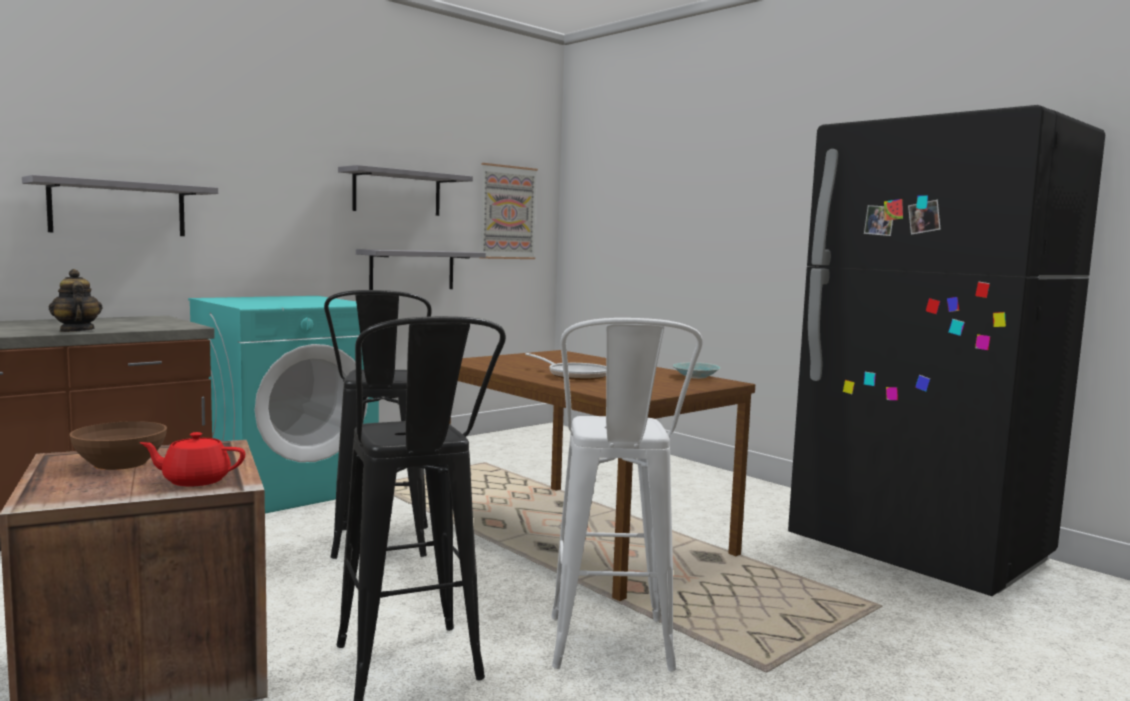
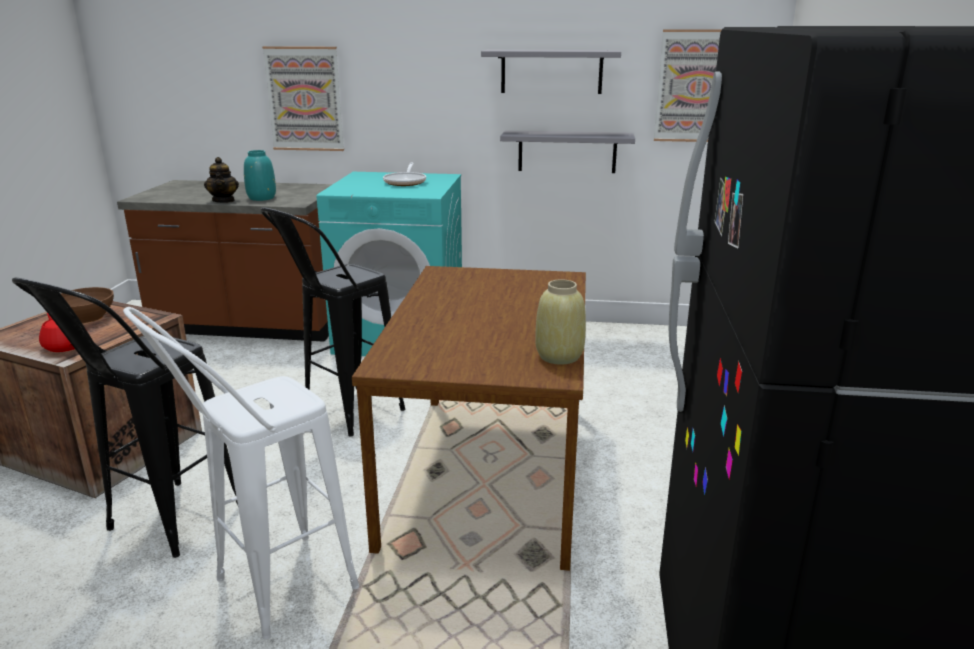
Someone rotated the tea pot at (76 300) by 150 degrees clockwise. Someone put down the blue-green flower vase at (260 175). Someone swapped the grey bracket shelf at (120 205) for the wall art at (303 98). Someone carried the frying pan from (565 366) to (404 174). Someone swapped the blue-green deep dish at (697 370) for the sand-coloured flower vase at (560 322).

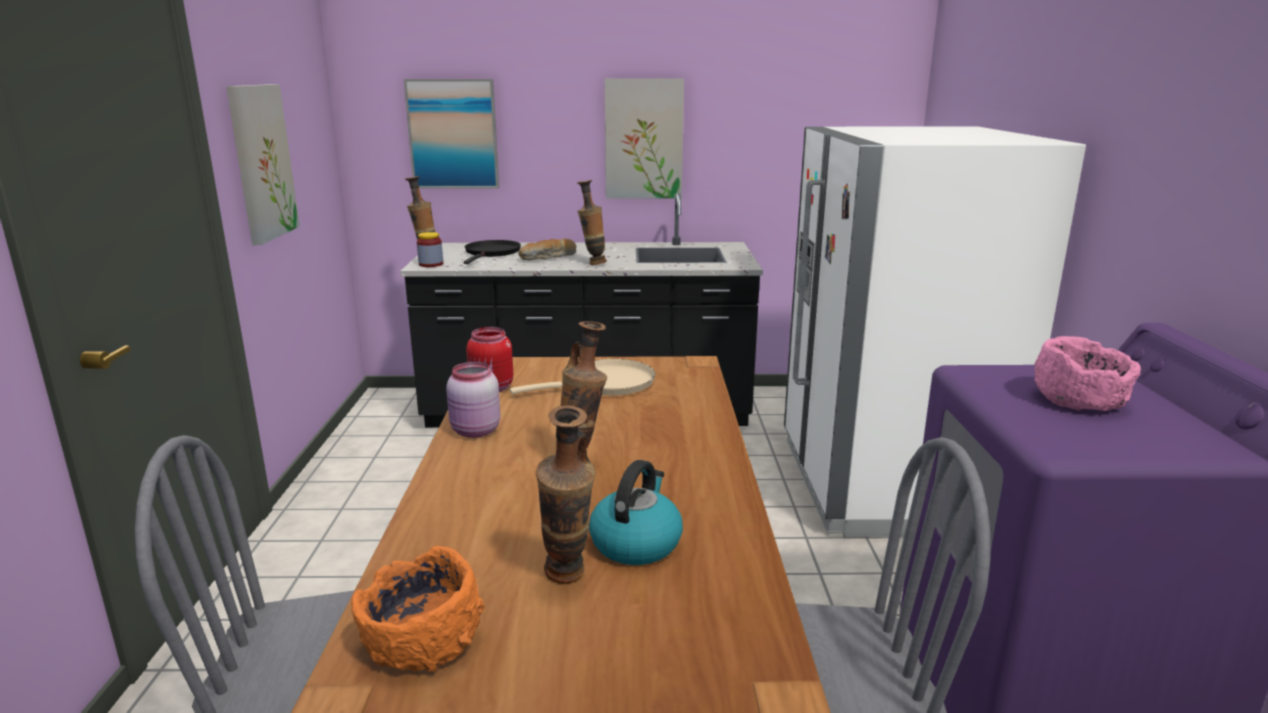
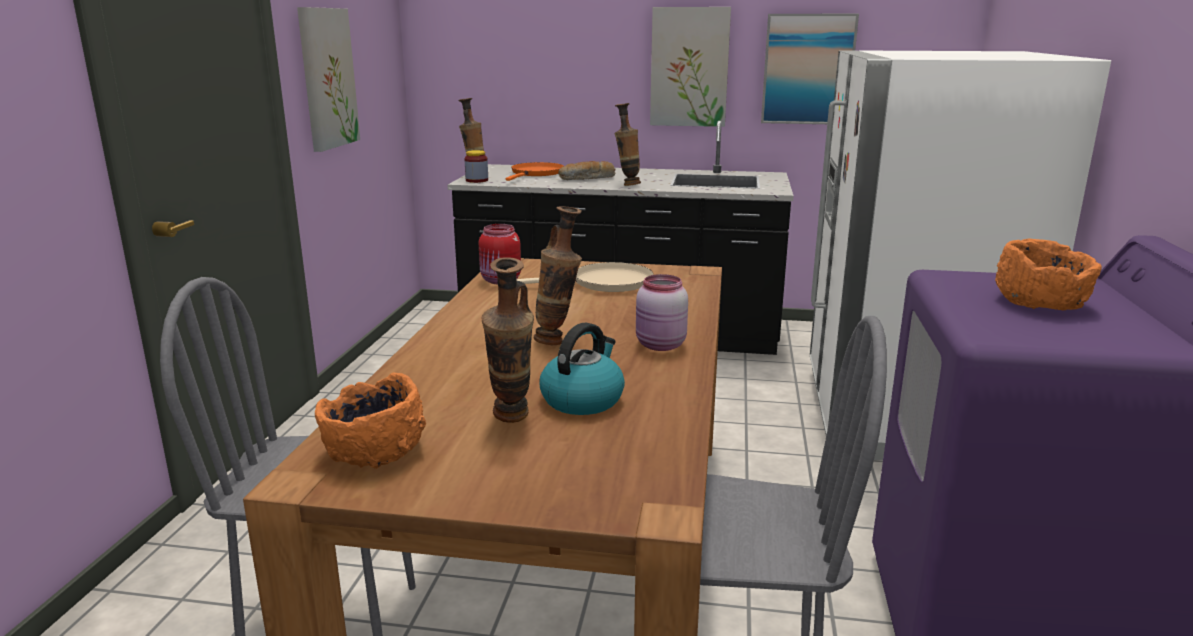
Someone repainted the black-coloured frying pan at (492 252), which became the orangey frying pan at (535 171). Someone carried the pinkish storage jar from (473 400) to (662 312). Someone carried the wall art from (451 134) to (810 69). Someone repainted the pinkish deep dish at (1087 373), which became the orangey deep dish at (1048 275).

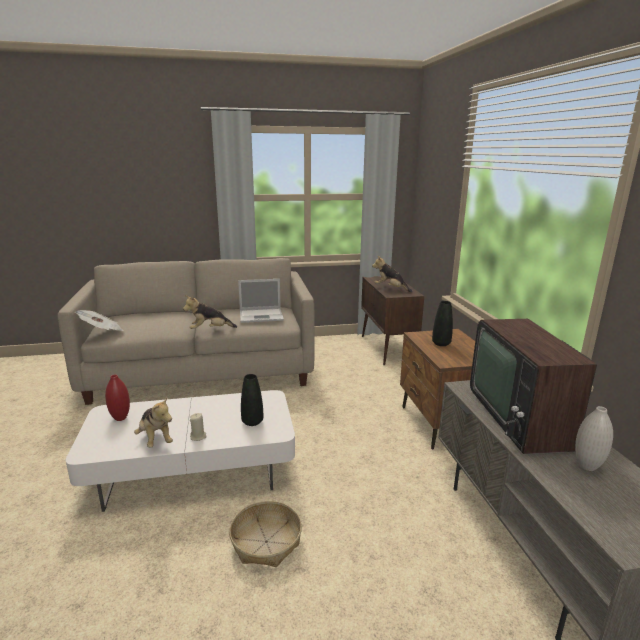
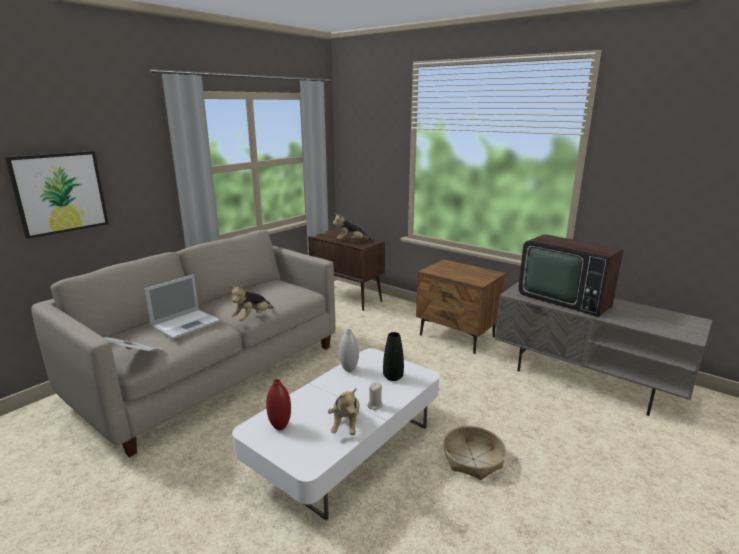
Someone put up the wall art at (57 195). Someone carried the portable computer from (261 301) to (182 306). Someone rotated the soft toy at (153 422) by 75 degrees clockwise. Someone carried the white flower vase from (594 438) to (349 350). Someone took away the black-coloured flower vase at (442 323).

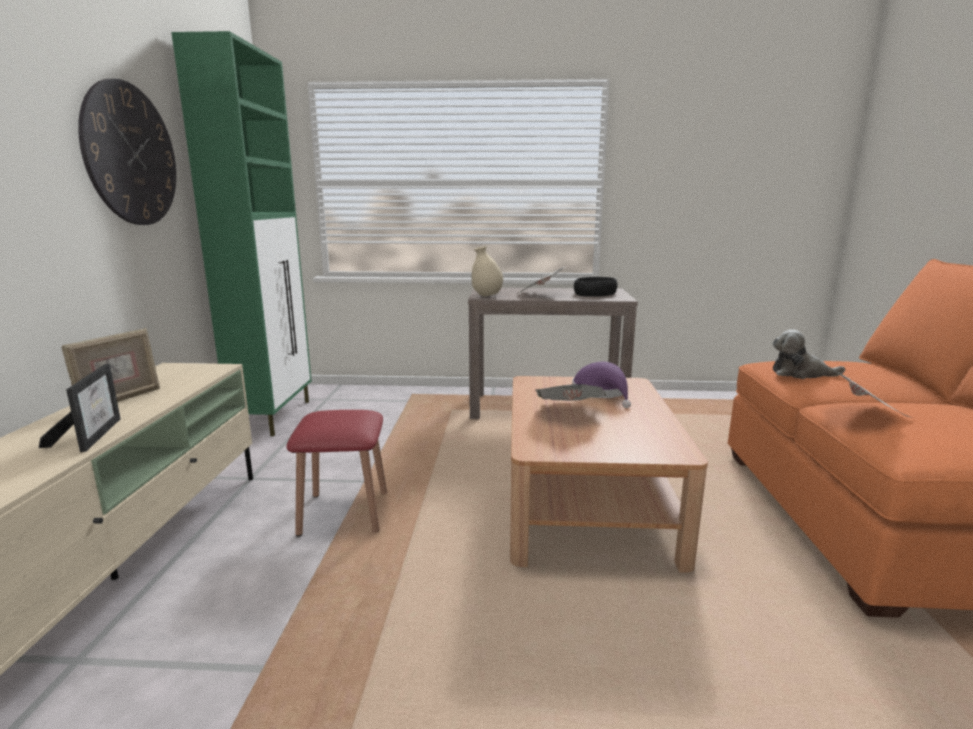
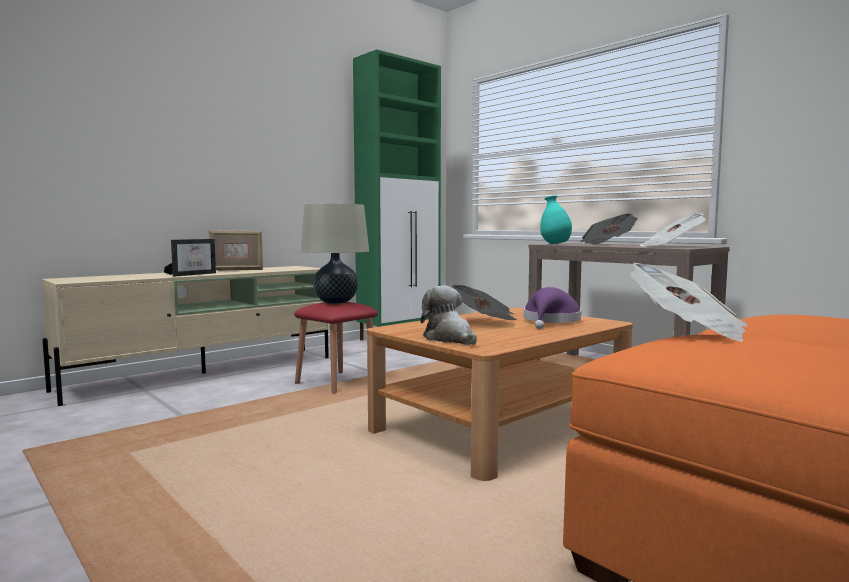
Someone put down the sand-coloured lamp for a table at (335 254). Someone carried the soft toy from (809 354) to (448 315). Someone repainted the sand-coloured flower vase at (487 271), which became the blue-green flower vase at (556 219). Someone swapped the black-coloured deep dish at (596 287) for the daily paper at (673 230). Someone took away the clock on the wall at (127 152).

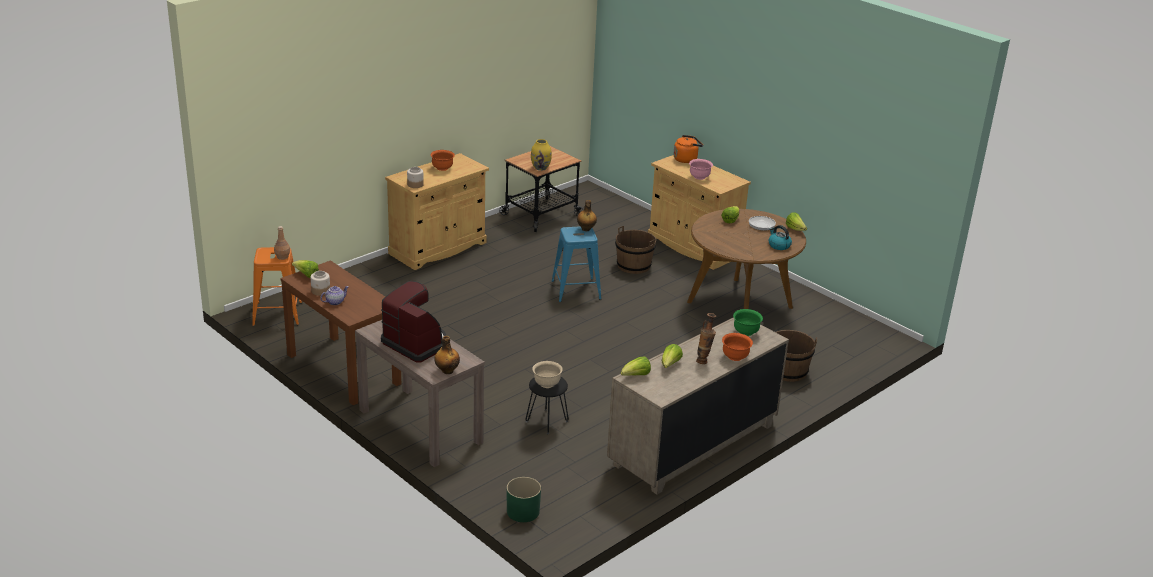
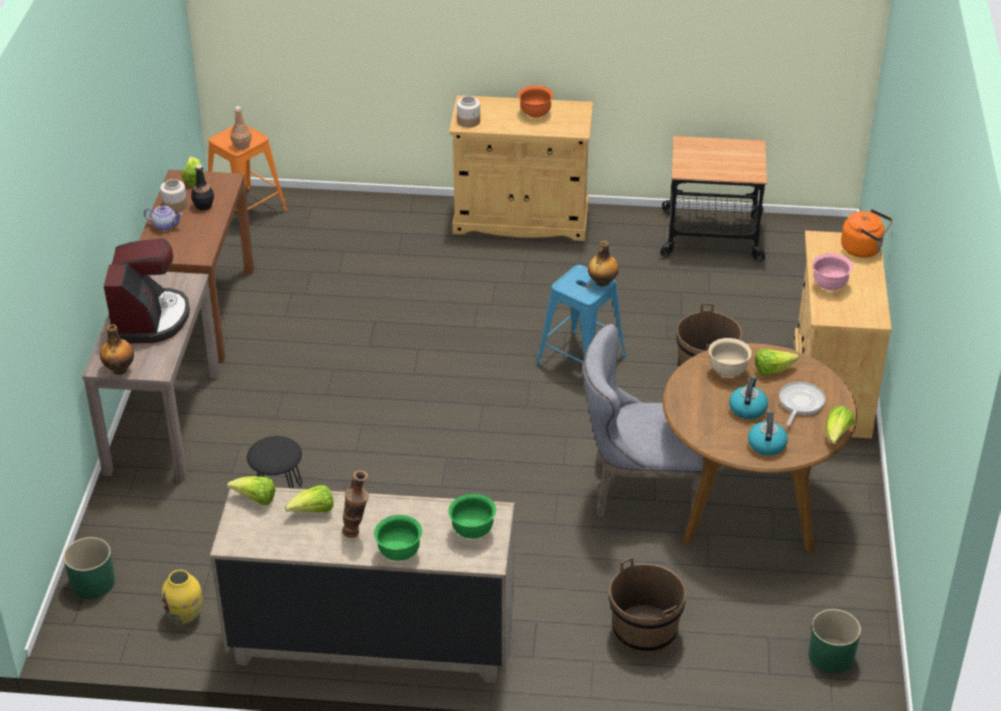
Someone carried the yellow-coloured flower vase from (541 155) to (182 597). Someone put down the black-coloured beverage bottle at (202 187). Someone repainted the orangey deep dish at (737 347), which became the green deep dish at (398 538). Someone put down the grey upright chair at (643 421). Someone carried the sand-coloured deep dish from (547 374) to (730 358). Someone put down the tea kettle at (748 398). Someone put down the green flower pot at (834 641).

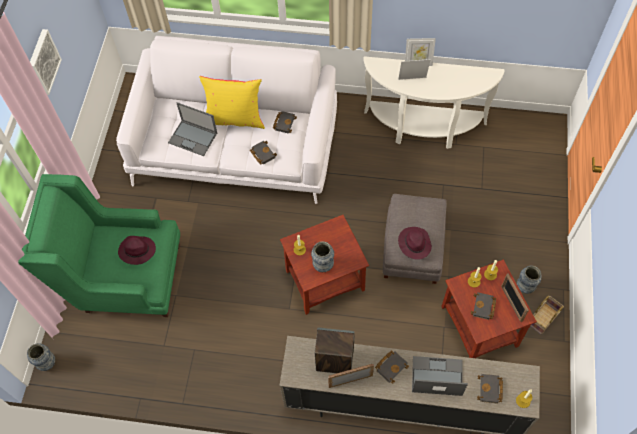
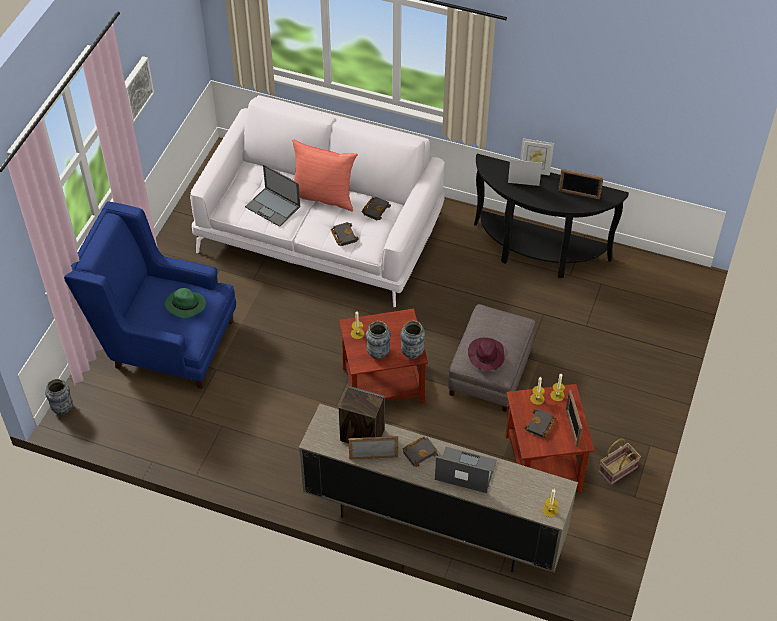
Someone repainted the green easy chair at (99 245), which became the blue-coloured easy chair at (150 295). Someone repainted the purple-coloured wearable hat at (137 250), which became the green wearable hat at (185 303). Someone repainted the yellow-coloured cushion at (232 102), which became the red cushion at (325 176). Someone carried the flower vase from (529 280) to (412 340). Someone repainted the white narrow table at (434 102), which became the black-coloured narrow table at (551 216). Someone put down the standing frame at (581 184). Someone took away the black-coloured book at (490 389).

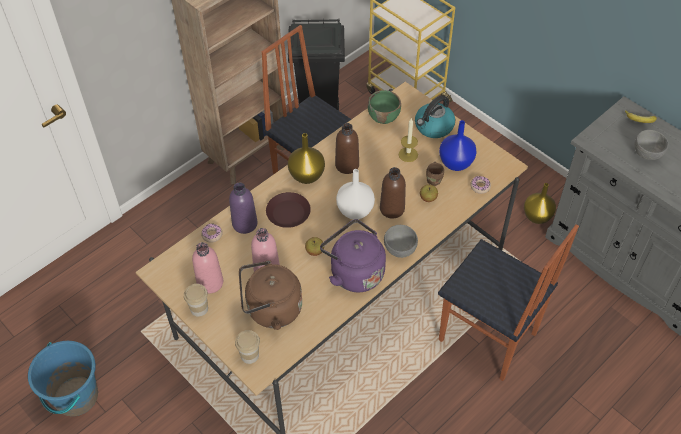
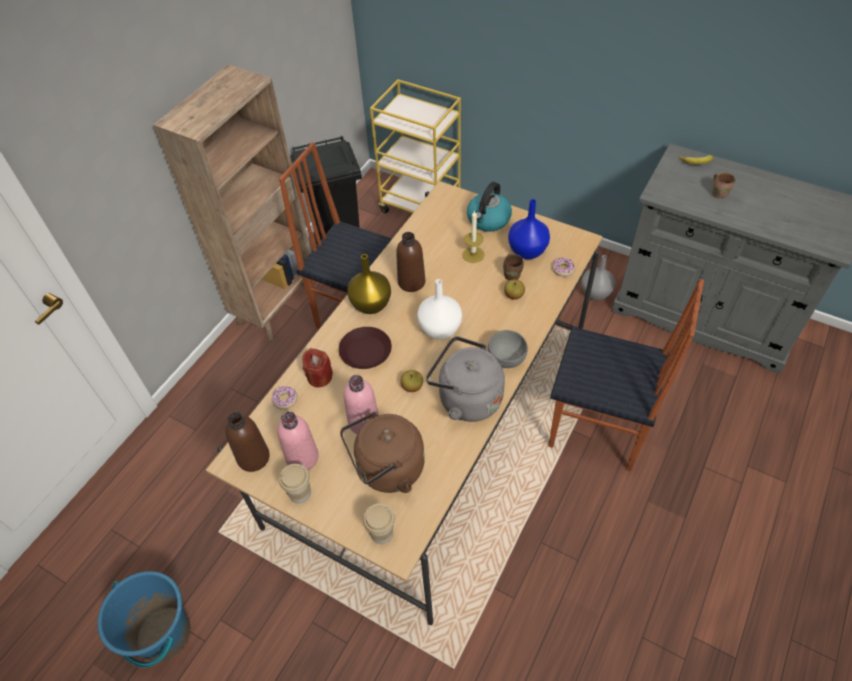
Someone carried the brown beverage bottle from (393 193) to (247 442). Someone swapped the purple-coloured beverage bottle at (243 208) for the red candle at (317 367). Someone repainted the purple-coloured tea kettle at (353 255), which became the grey tea kettle at (465 379). Someone repainted the yellow-coloured flower vase at (540 203), which became the grey flower vase at (598 277). Someone swapped the grey deep dish at (651 145) for the brown tea mug at (723 185). Someone took away the green deep dish at (384 107).

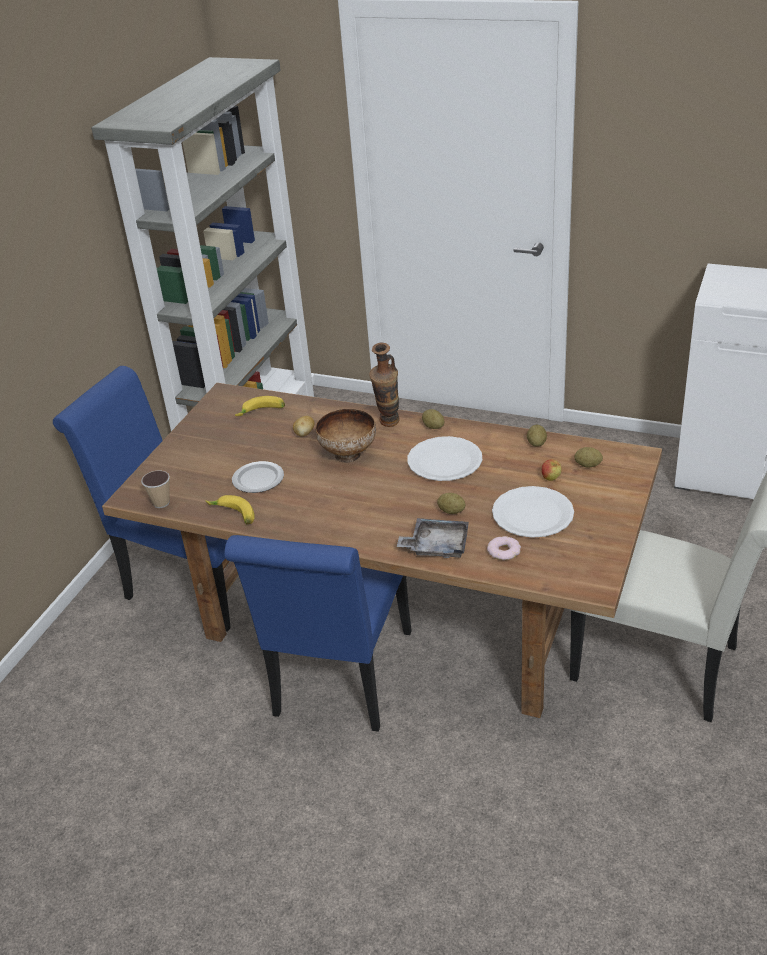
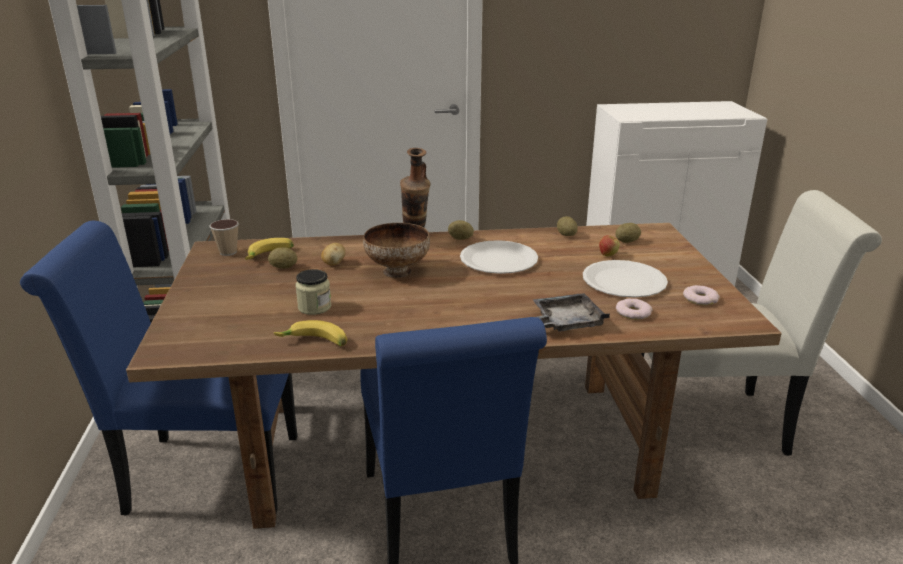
Someone carried the small cup from (155 489) to (224 237). Someone carried the spud from (451 503) to (282 258). Someone swapped the plate at (258 477) for the storage jar at (313 292). Someone put down the ring doughnut at (701 295).

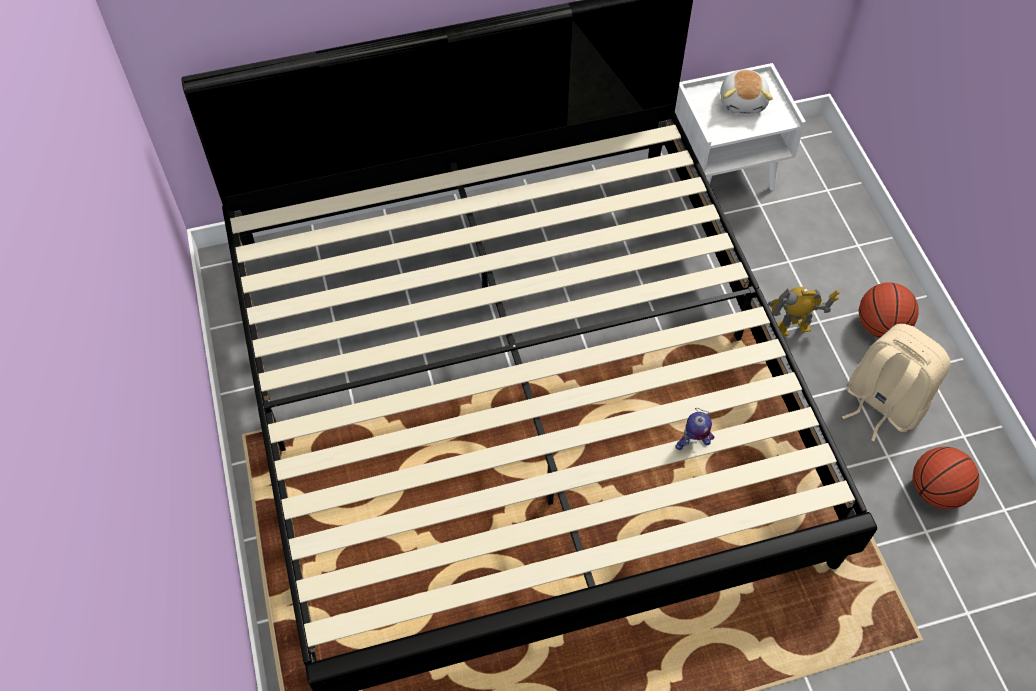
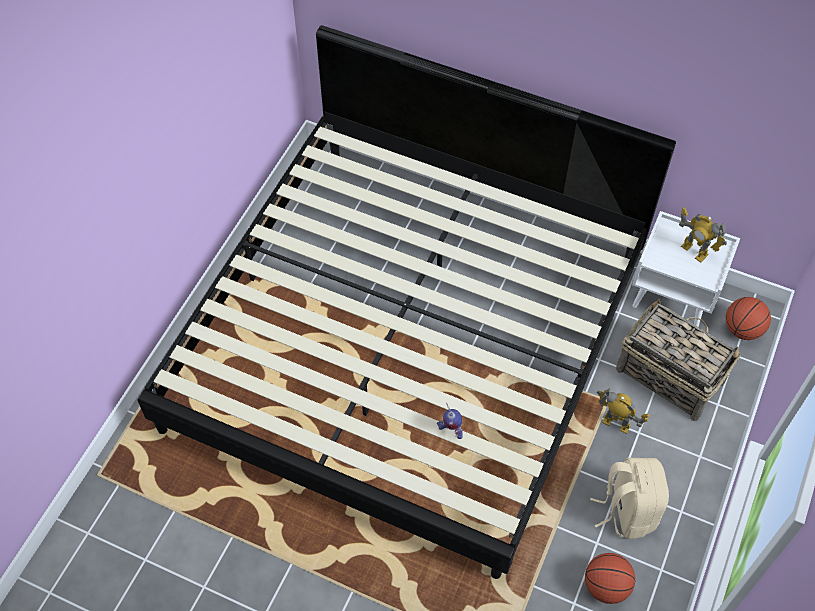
Someone put down the household basket at (678 360). Someone swapped the soft toy at (746 91) for the toy robot at (703 235). Someone carried the ball for basketball from (889 310) to (748 318).

